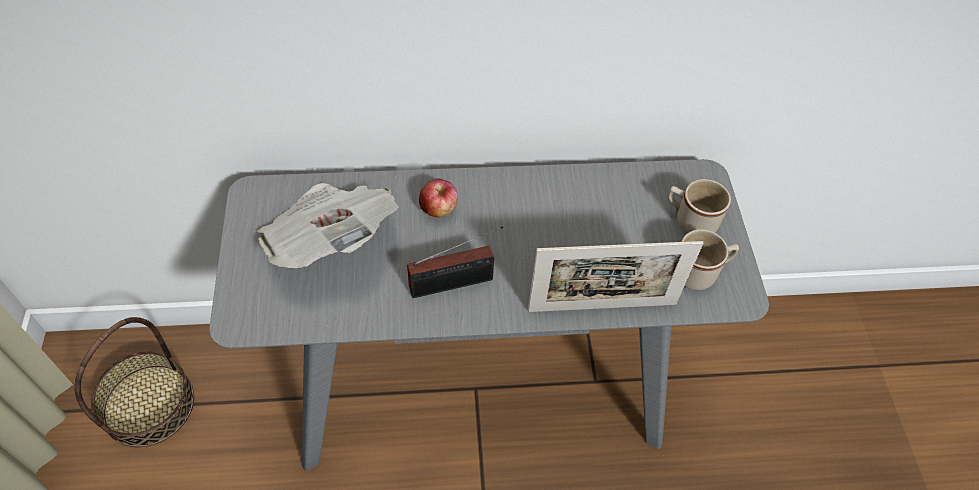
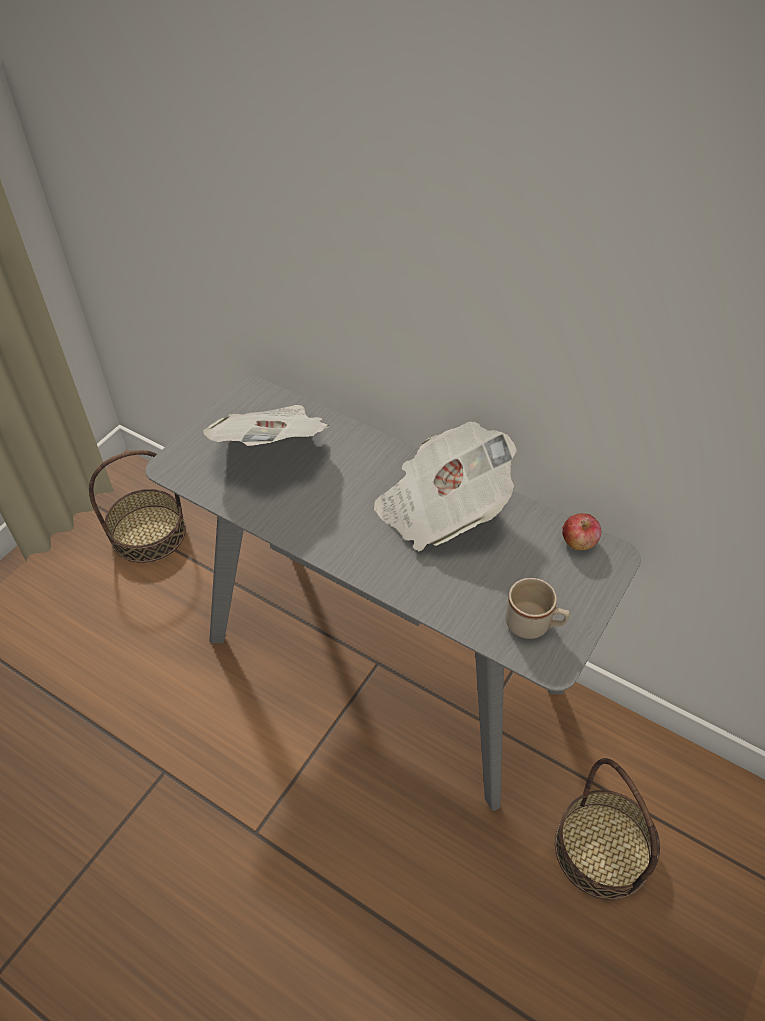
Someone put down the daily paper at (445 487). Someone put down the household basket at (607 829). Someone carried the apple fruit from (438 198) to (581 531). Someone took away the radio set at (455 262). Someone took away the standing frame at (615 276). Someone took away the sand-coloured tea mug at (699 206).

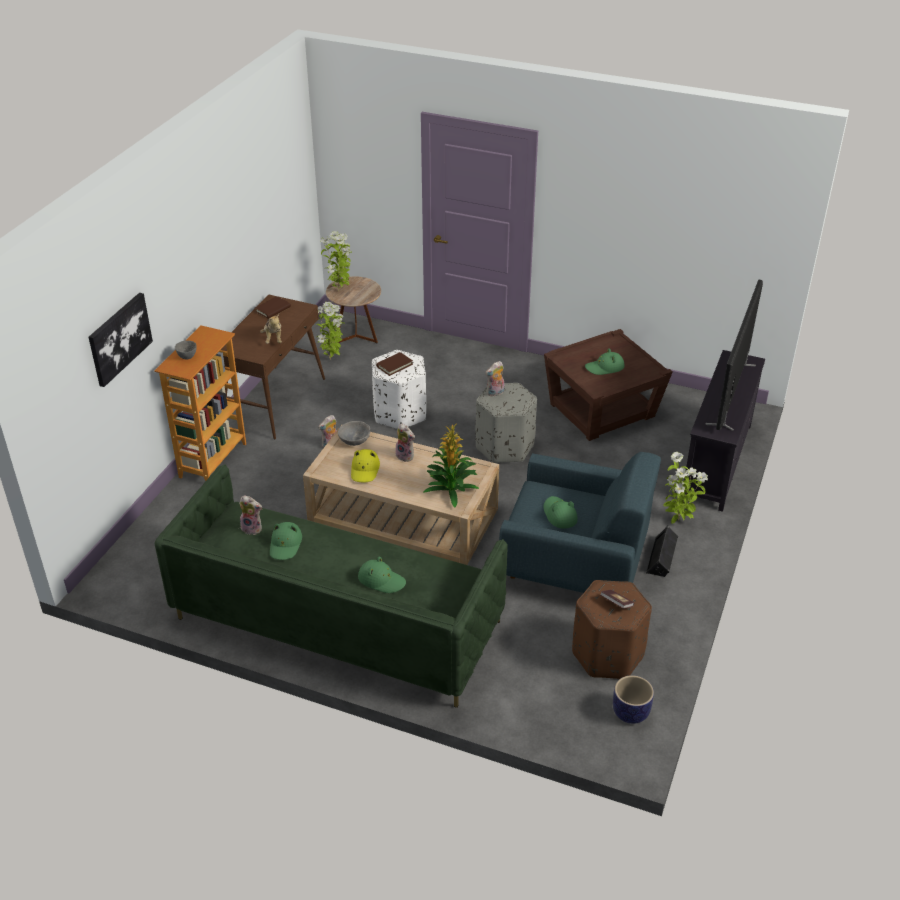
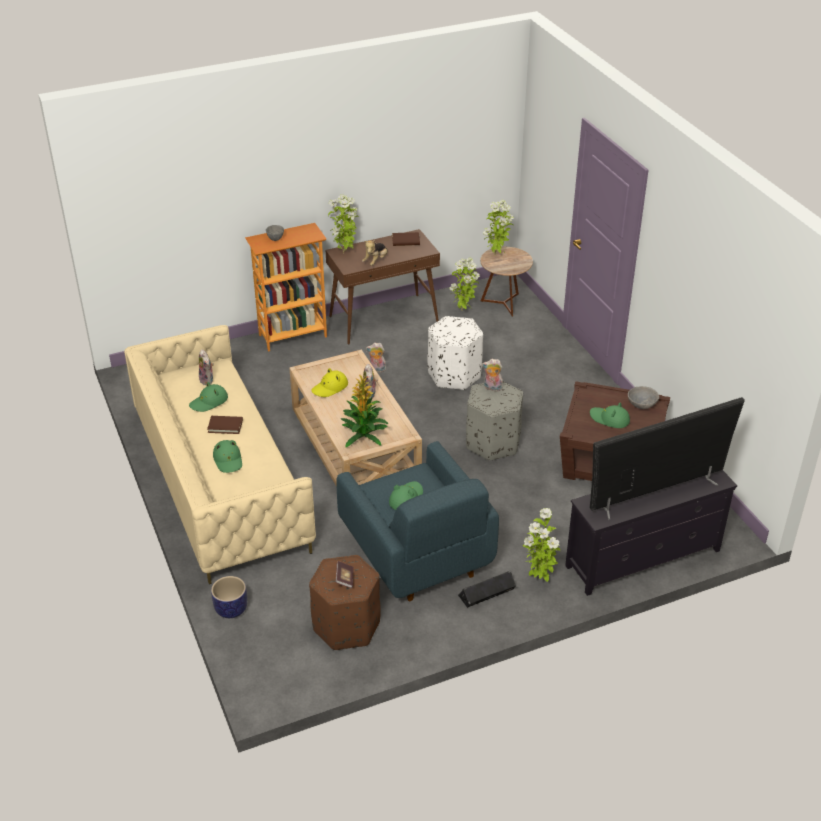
Someone repainted the green settee at (331 586), which became the sand-coloured settee at (220 454). Someone carried the brown book from (394 364) to (225 425). Someone carried the flower pot from (633 699) to (229 597). Someone put down the potted plant at (343 224). Someone carried the grey deep dish from (354 433) to (643 397). Someone took away the wall art at (120 340).

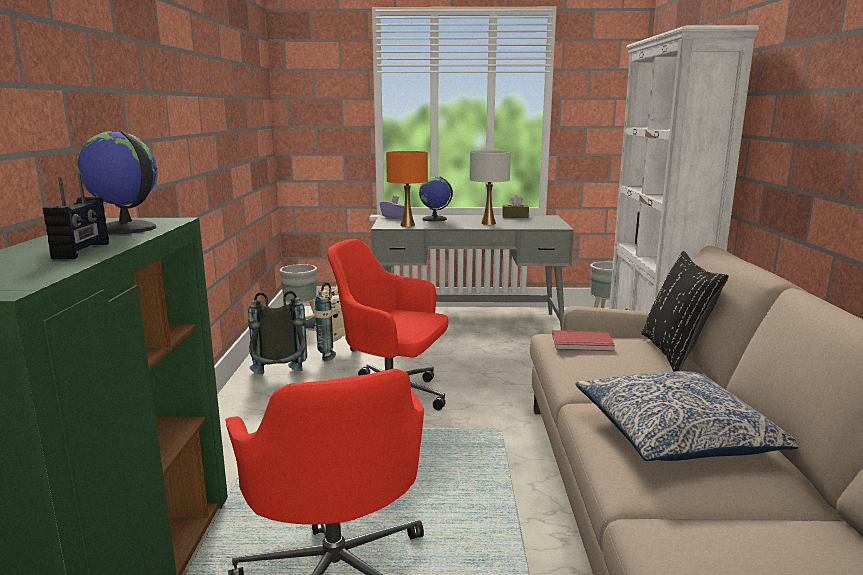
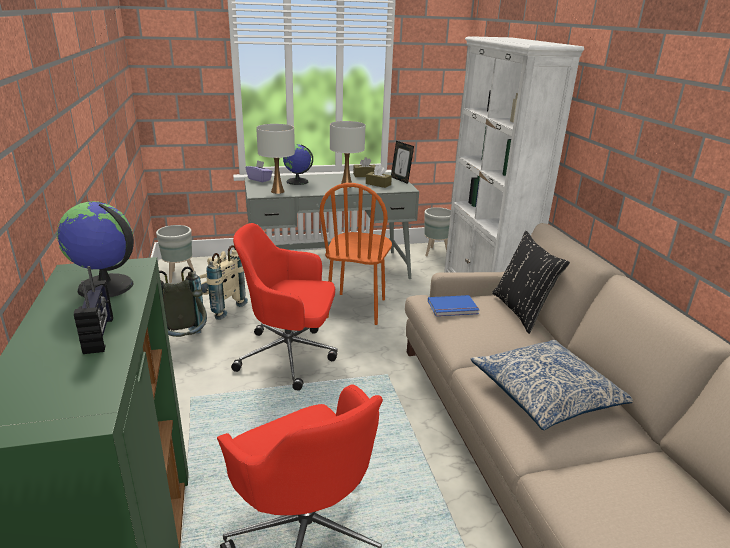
Someone repainted the orangey lamp for a table at (407 189), which became the white lamp for a table at (275 159). Someone put down the orangey upright chair at (356 254). Someone put down the brown tissue holder at (379 176). Someone put down the standing frame at (402 162). Someone repainted the red book at (583 340), which became the blue-coloured book at (453 305).

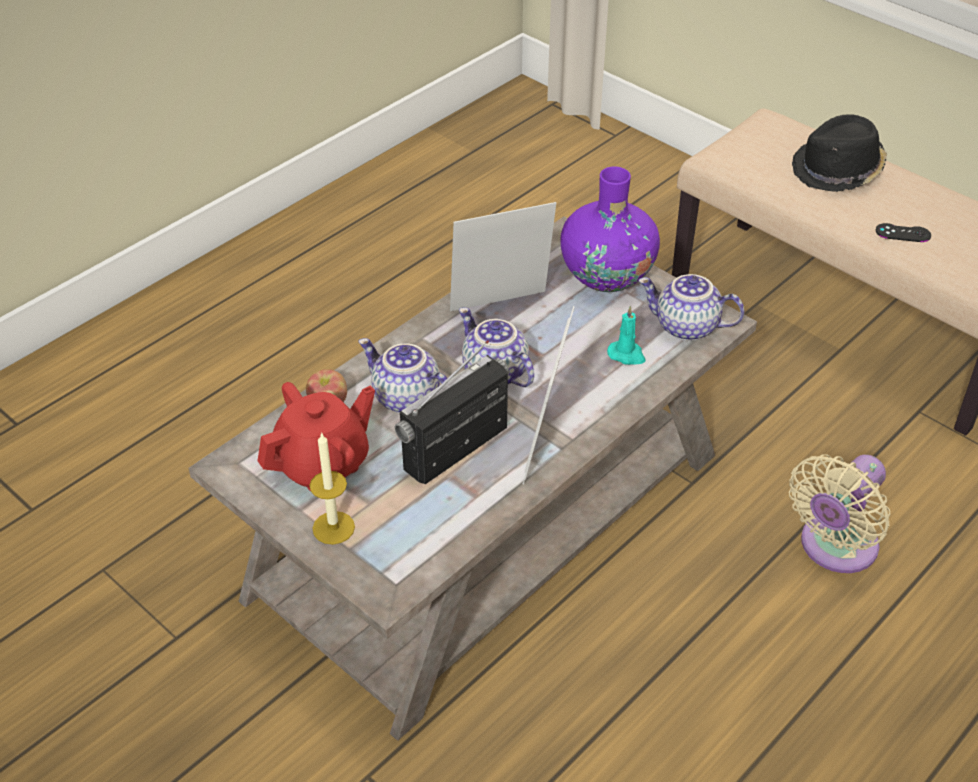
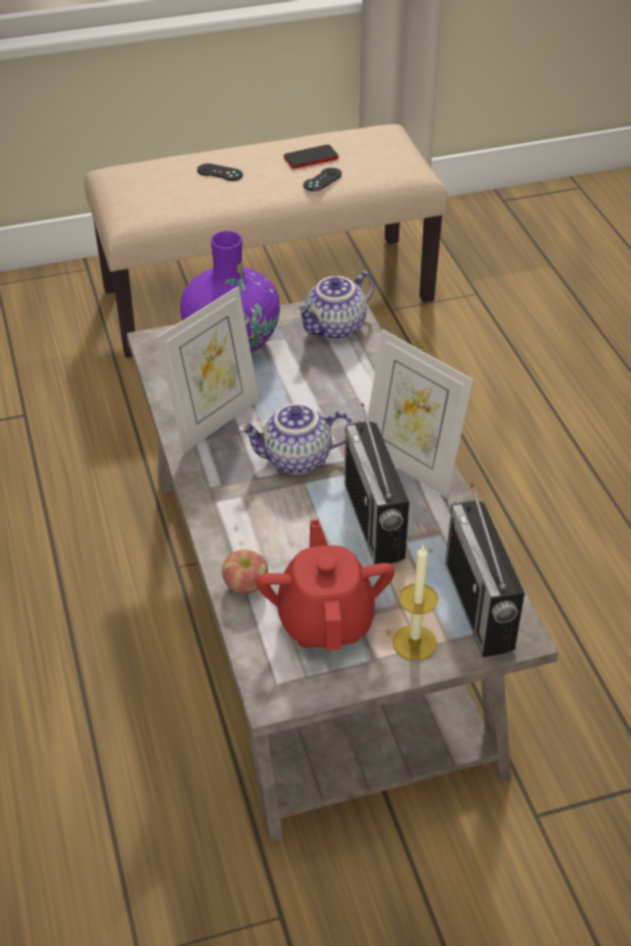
Someone rotated the standing frame at (503 256) by 150 degrees counterclockwise. Someone swapped the black-coloured wearable hat at (839 153) for the black-coloured game controller at (220 172). Someone put down the phone at (311 157). Someone put down the radio set at (485 570). Someone took away the tea pot at (402 375). Someone took away the blue-green candle at (626 335). Someone took away the sand-coloured cooling fan at (839 513).

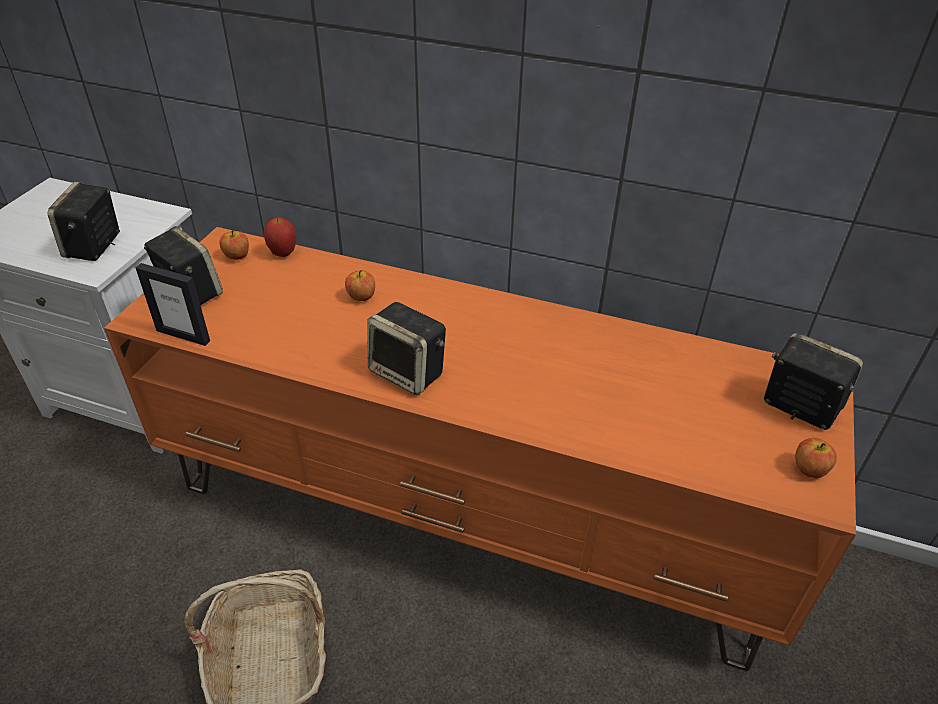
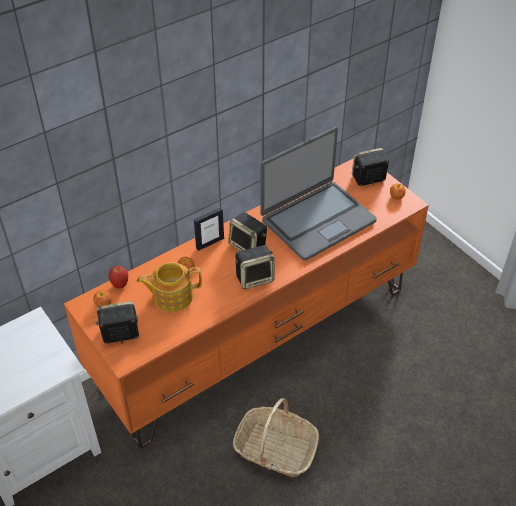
Someone put down the tea pot at (169 287). Someone carried the standing frame from (173 304) to (209 229). Someone carried the loudspeaker from (84 221) to (247 231). Someone put down the portable computer at (318 194).

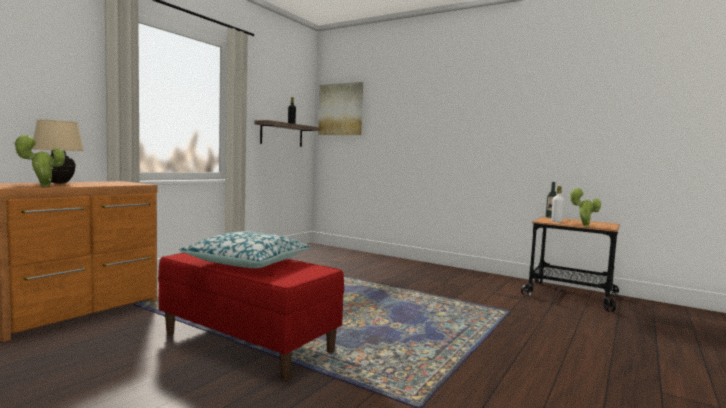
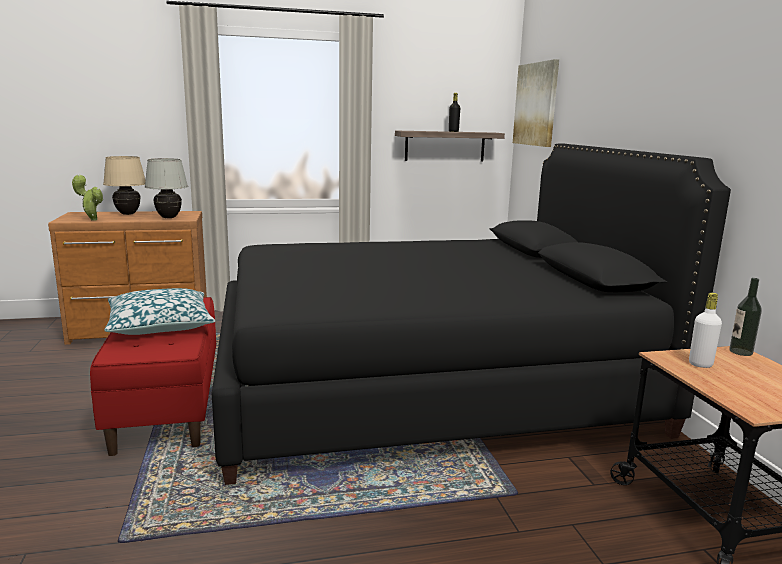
Someone put down the white lamp for a table at (166 188). Someone put down the black-coloured bedroom bed at (471 314). Someone took away the potted plant at (585 207).

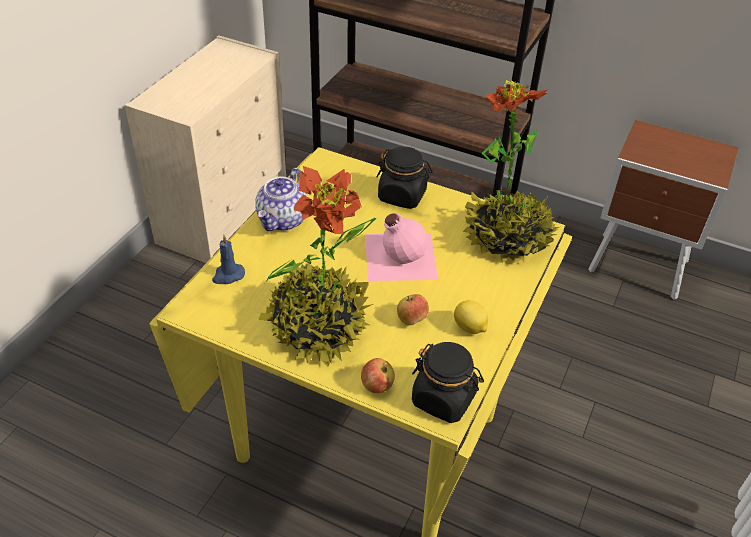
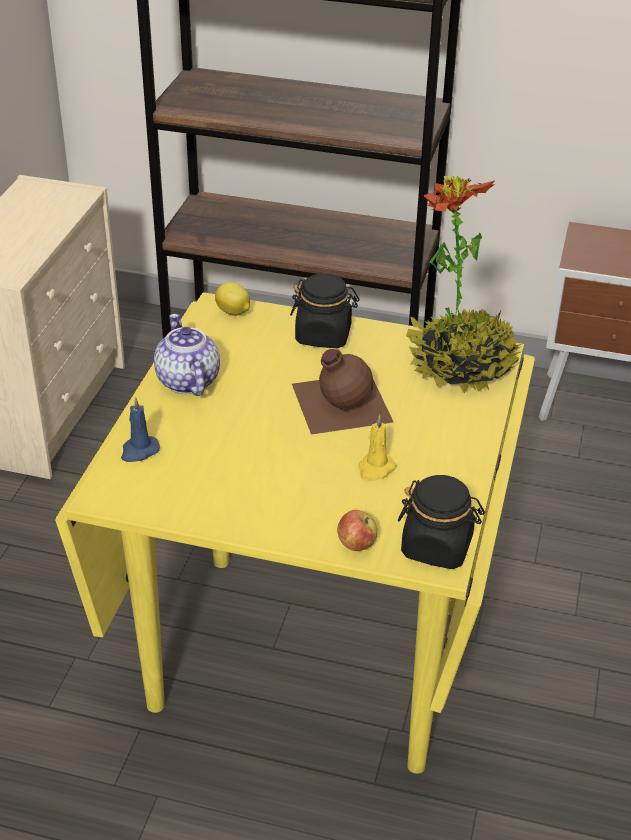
Someone rotated the tea pot at (281 199) by 150 degrees clockwise. Someone carried the citrus fruit from (471 317) to (232 299). Someone repainted the pinkish beverage bottle at (401 247), which became the brown beverage bottle at (342 392). Someone swapped the apple fruit at (413 309) for the yellow-coloured candle at (377 448). Someone took away the potted plant at (317 266).

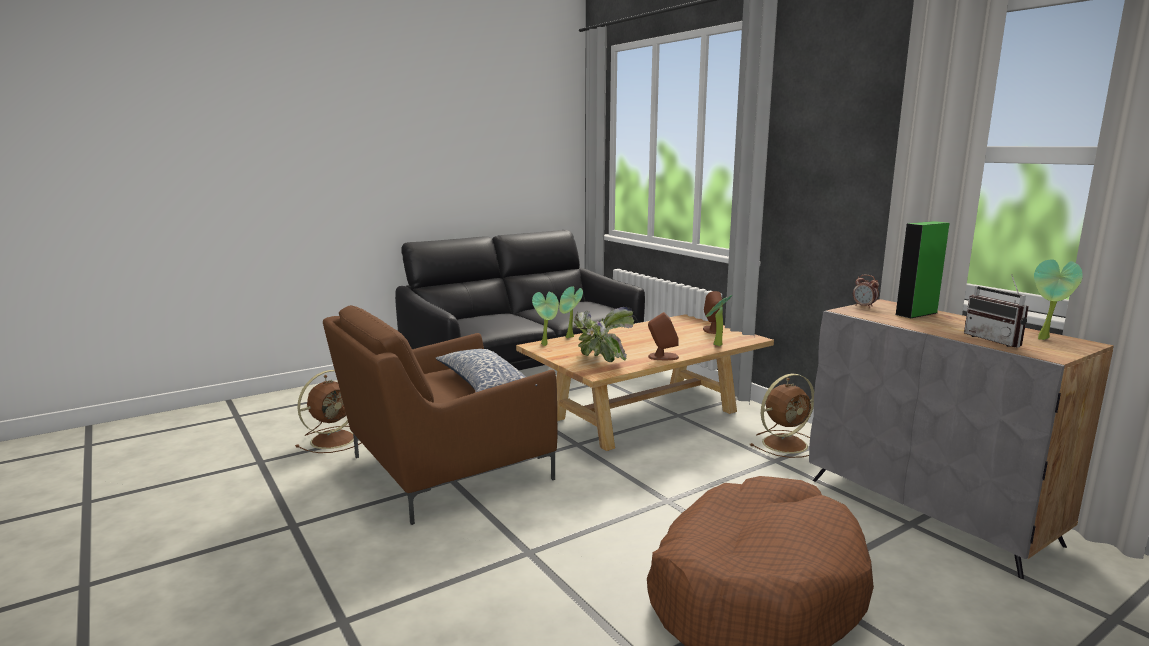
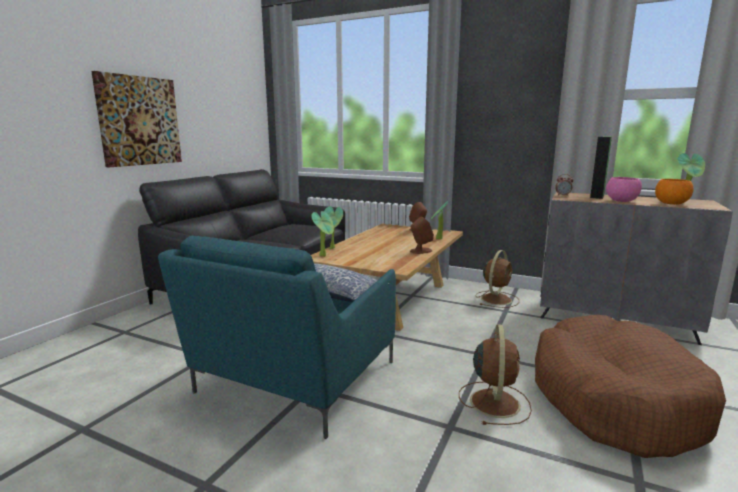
Someone put up the wall art at (136 119). Someone repainted the brown easy chair at (440 415), which became the blue-green easy chair at (277 337). Someone carried the brown cooling fan from (328 411) to (495 374). Someone put down the pinkish deep dish at (624 189). Someone swapped the radio set at (996 311) for the orangey deep dish at (674 192). Someone took away the potted plant at (604 334).

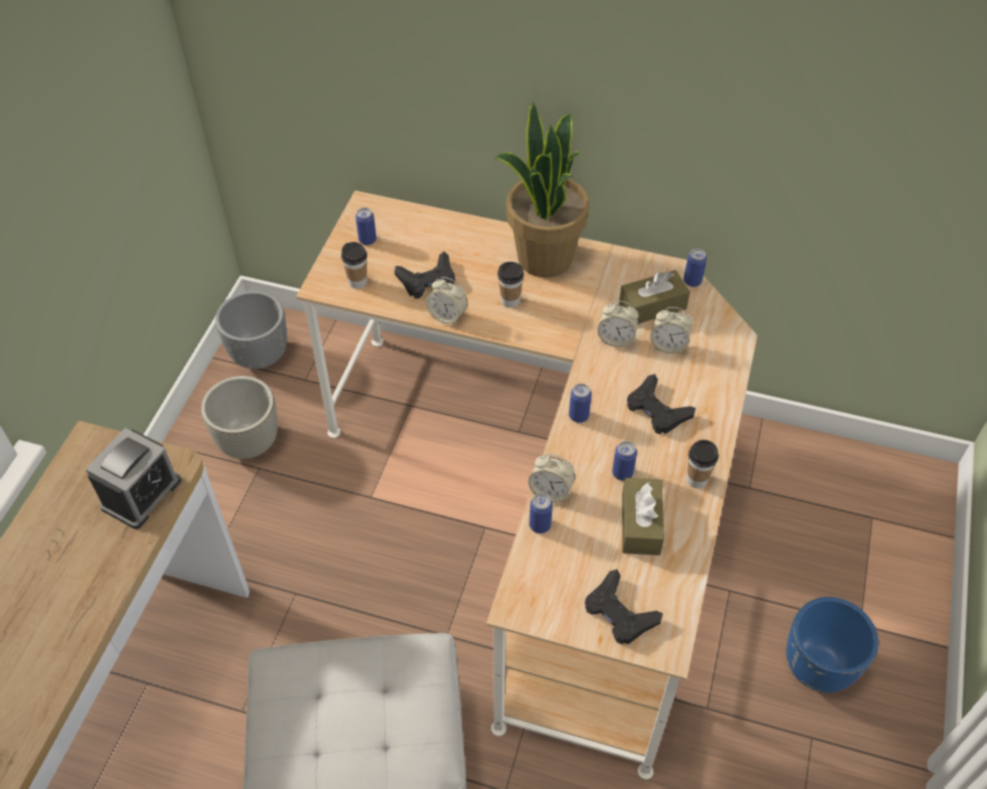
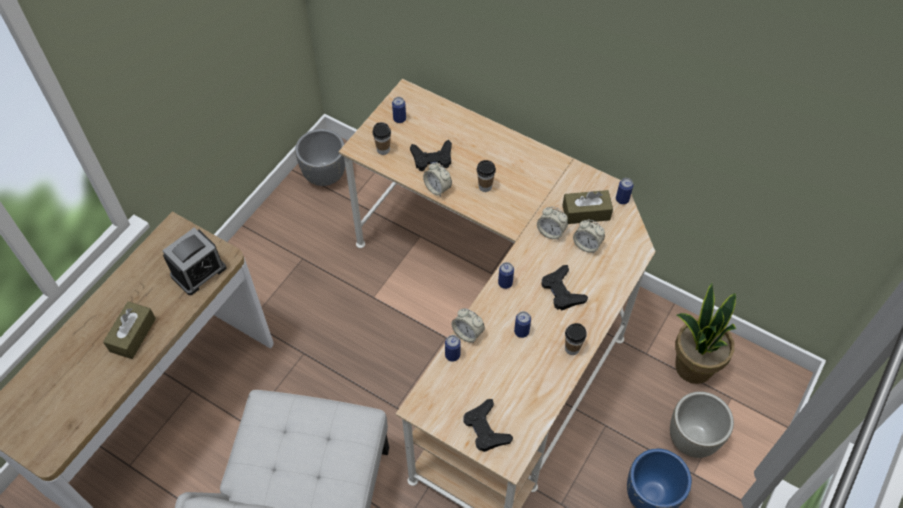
Someone carried the brown tissue holder from (643 516) to (129 330). Someone carried the grey flower pot from (239 417) to (702 424). Someone carried the potted plant from (542 190) to (705 333).

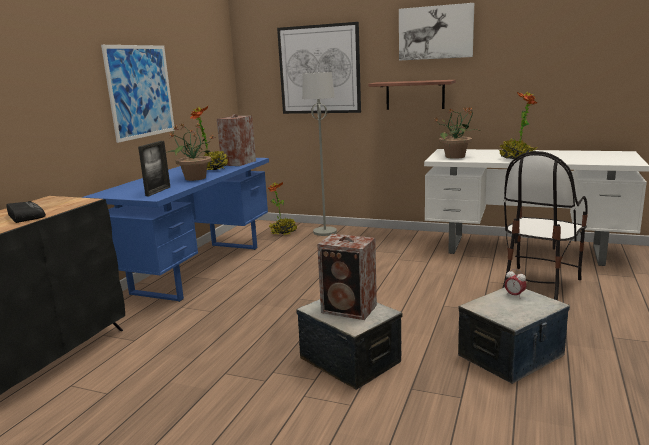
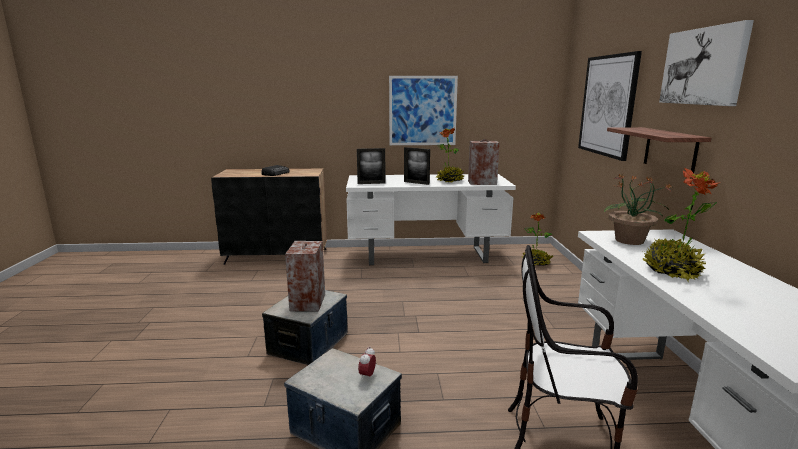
Someone repainted the blue-coloured desk table at (175 230), which became the white desk table at (431 219). Someone swapped the potted plant at (191 152) for the standing frame at (417 166). Someone took away the grey standing lamp at (319 154).

